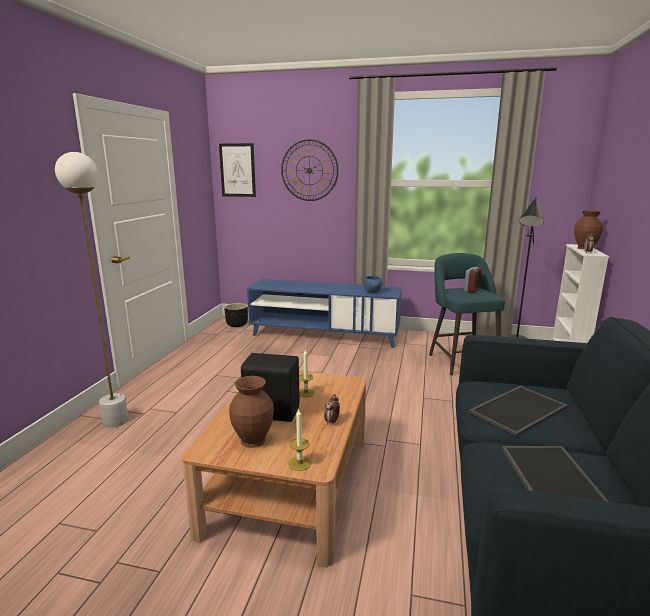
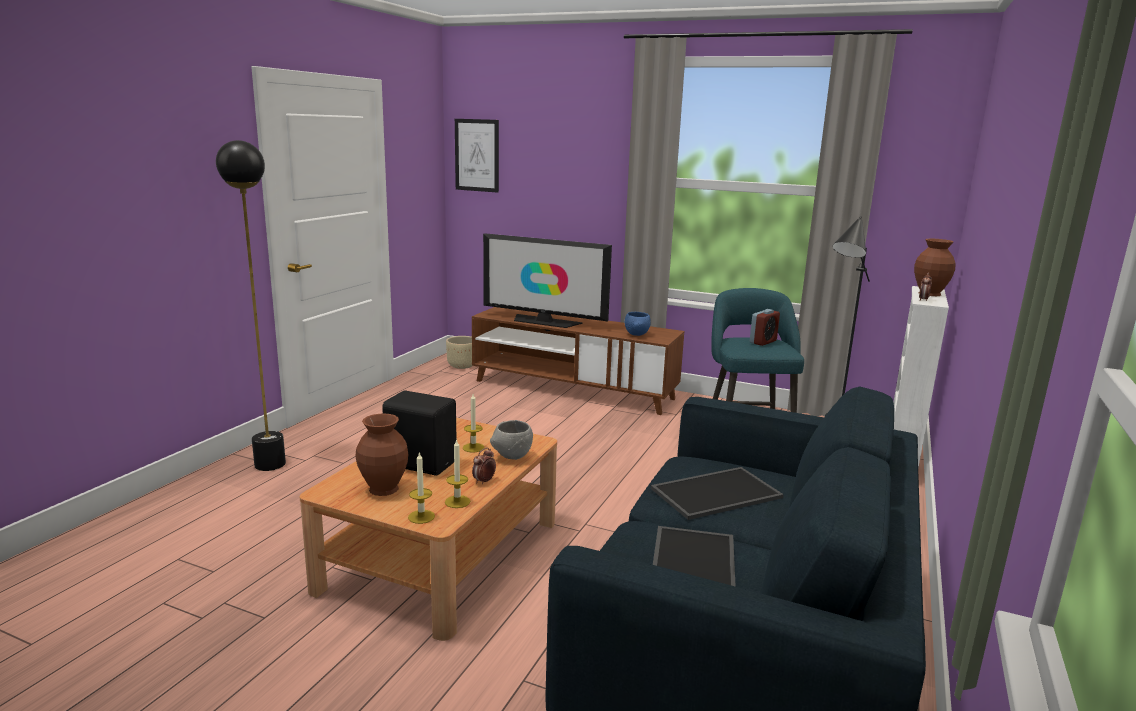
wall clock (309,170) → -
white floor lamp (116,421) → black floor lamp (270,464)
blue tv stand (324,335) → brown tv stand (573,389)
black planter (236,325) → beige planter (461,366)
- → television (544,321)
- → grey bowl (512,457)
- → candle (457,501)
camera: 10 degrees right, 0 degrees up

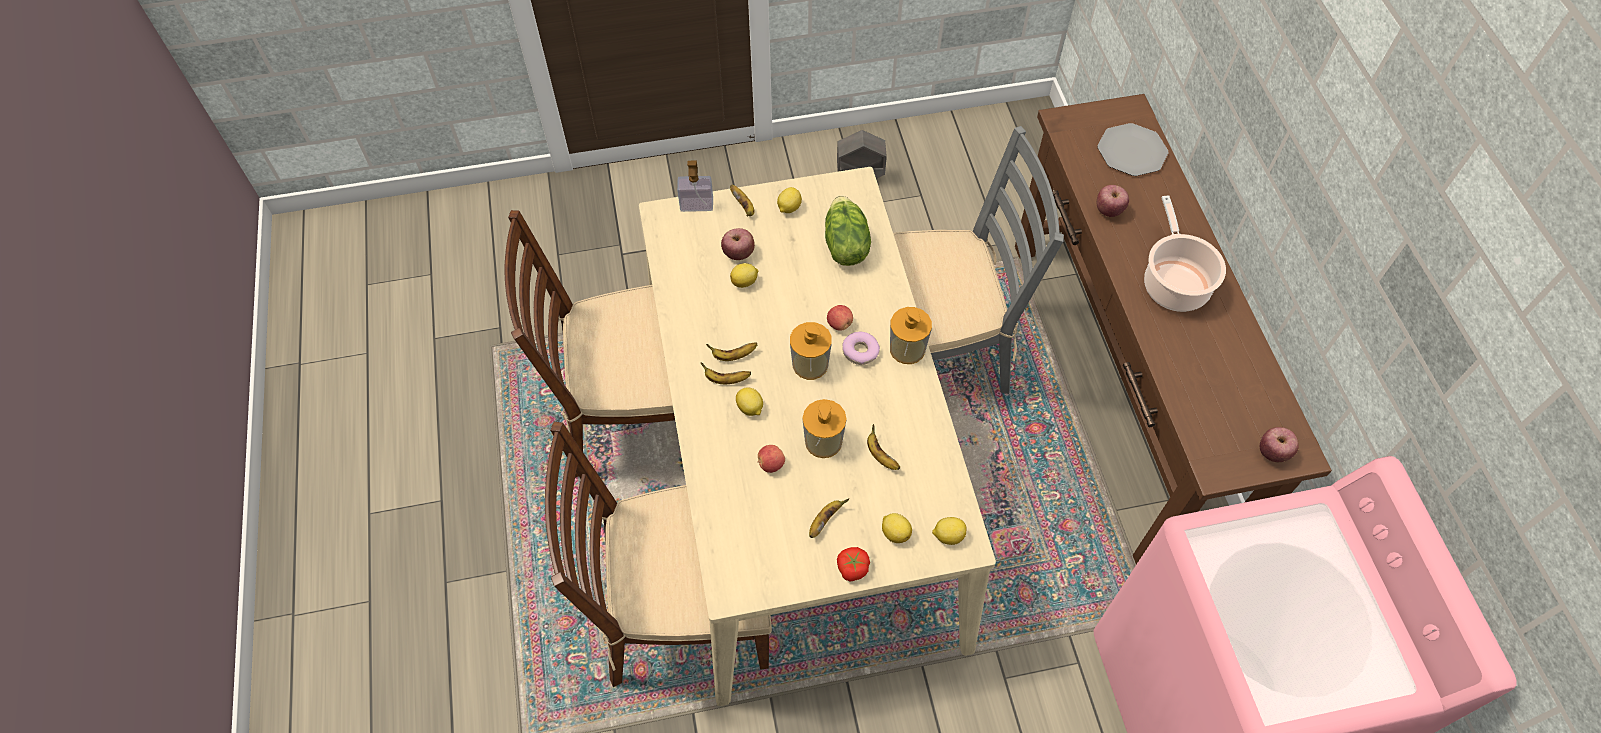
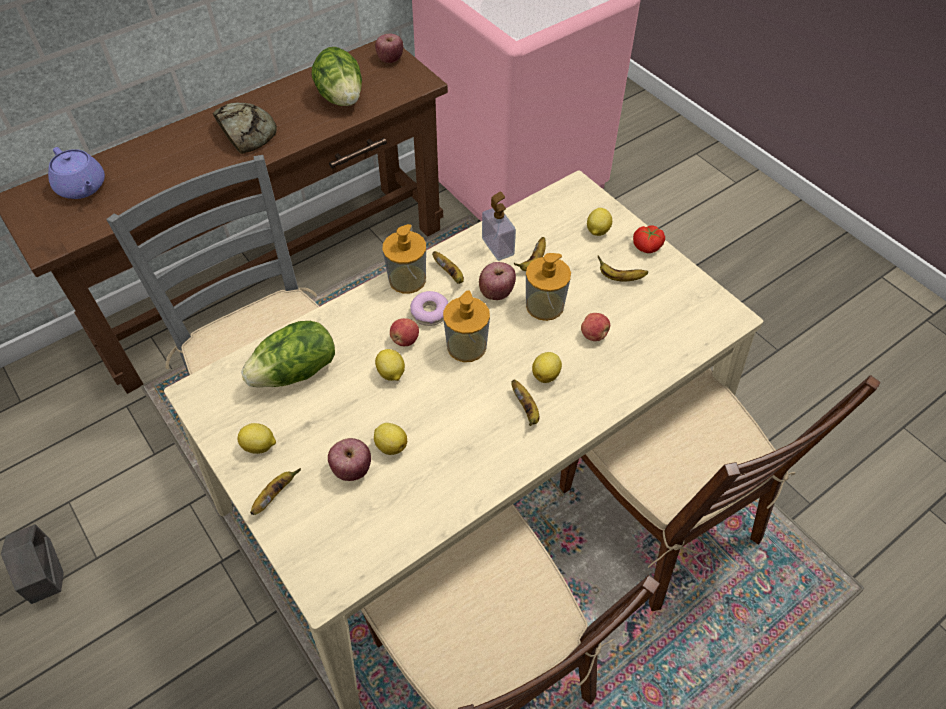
plate (1132,151) → purple teapot (82,187)
soap dispenser (696,205) → soap dispenser (498,247), move
apple (1108,210) → apple (496,292), move
cooking pot (1174,283) → bread (245,132)
banana (733,356) → banana (450,274), move
lemon (948,536) → lemon (391,373), move
- → lettuce (341,98)
camera: 115 degrees left, 5 degrees down

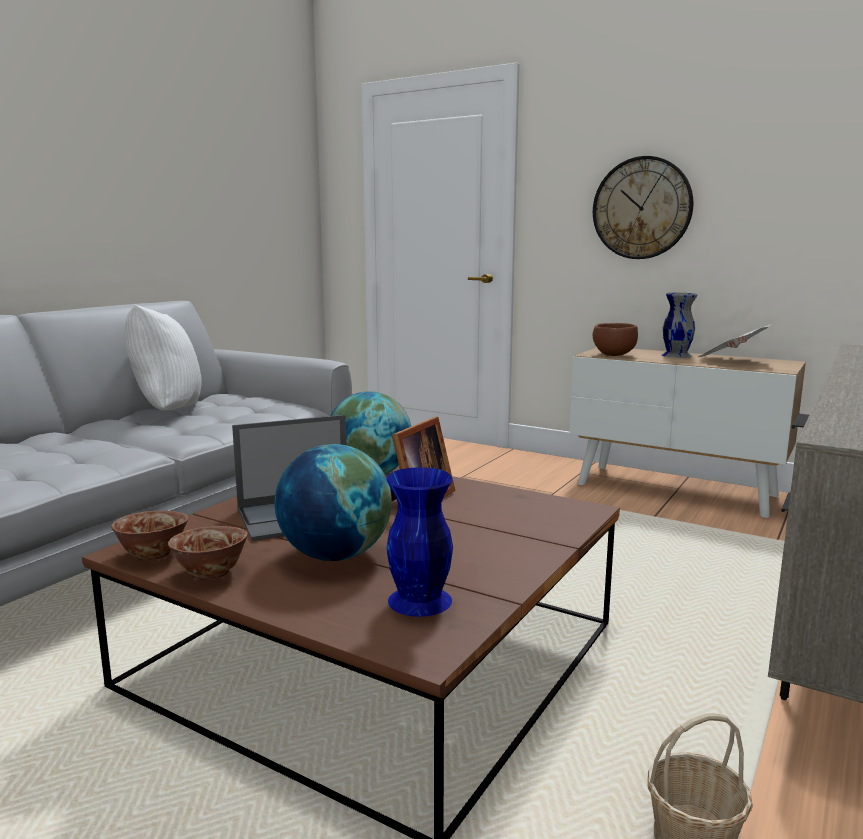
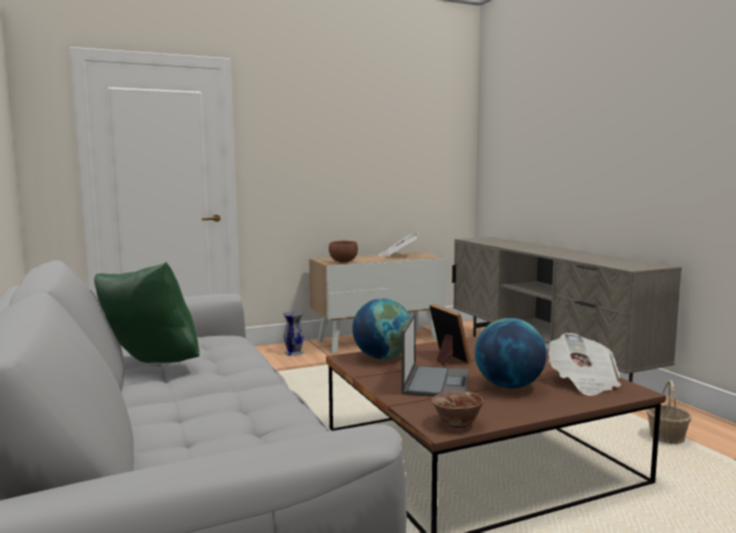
wall clock (642,208) → -
grey vase (676,355) → grey vase (293,352), move
white pillow (166,411) → green pillow (149,366)
blue vase (418,601) → newspaper (582,382)
bowl (210,573) → -
camera: 55 degrees left, 5 degrees down

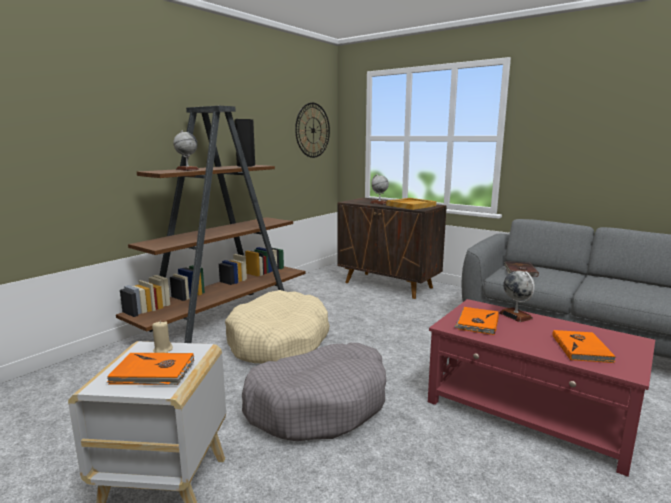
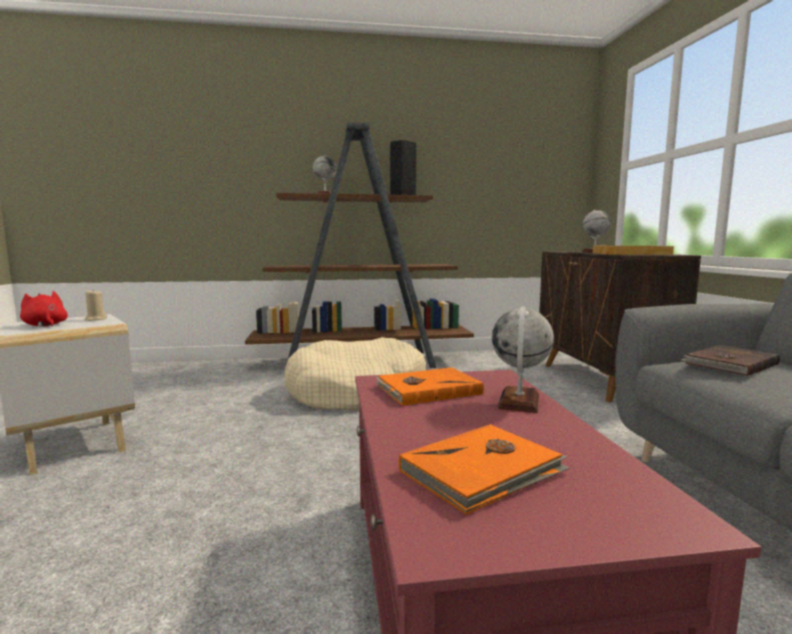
wall clock (313,130) → -
grey dog bed (318,404) → -
orange book (153,372) → red plush toy (45,325)
camera: 45 degrees right, 5 degrees down

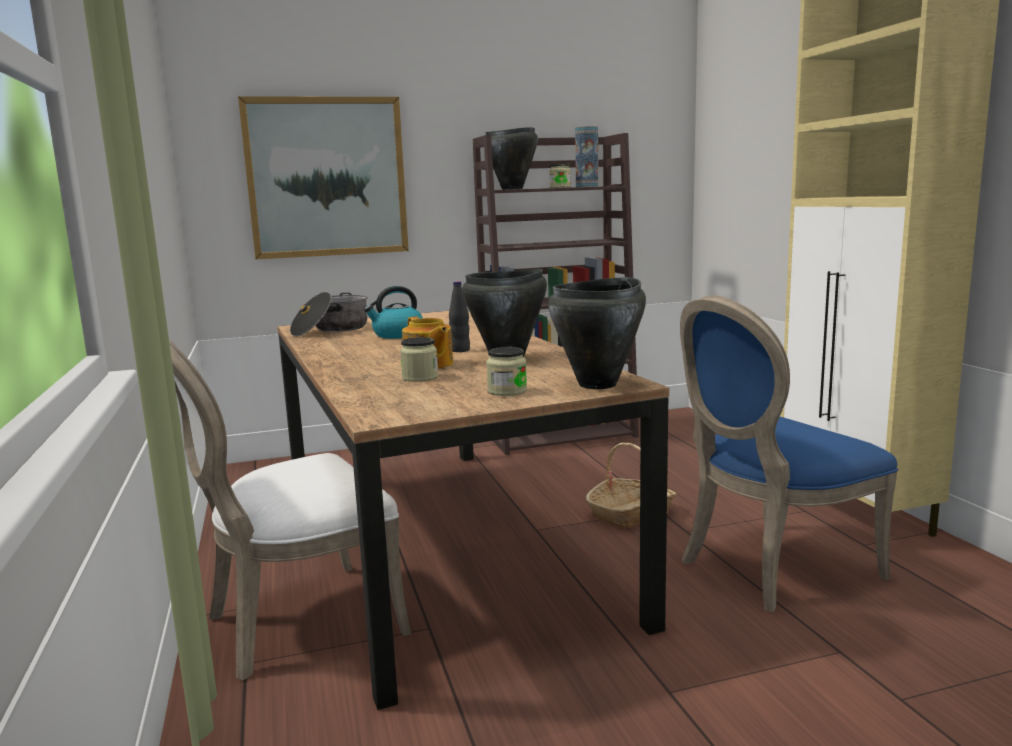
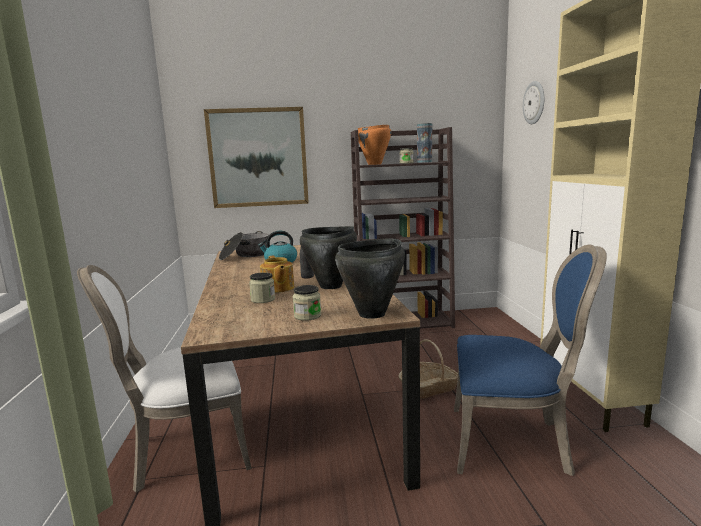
black cooking pot (512,189) → orange cooking pot (374,164)
blue chair (770,568) → blue chair (513,442), 150 degrees counterclockwise
- → wall clock (534,102)
camera: 10 degrees right, 0 degrees up

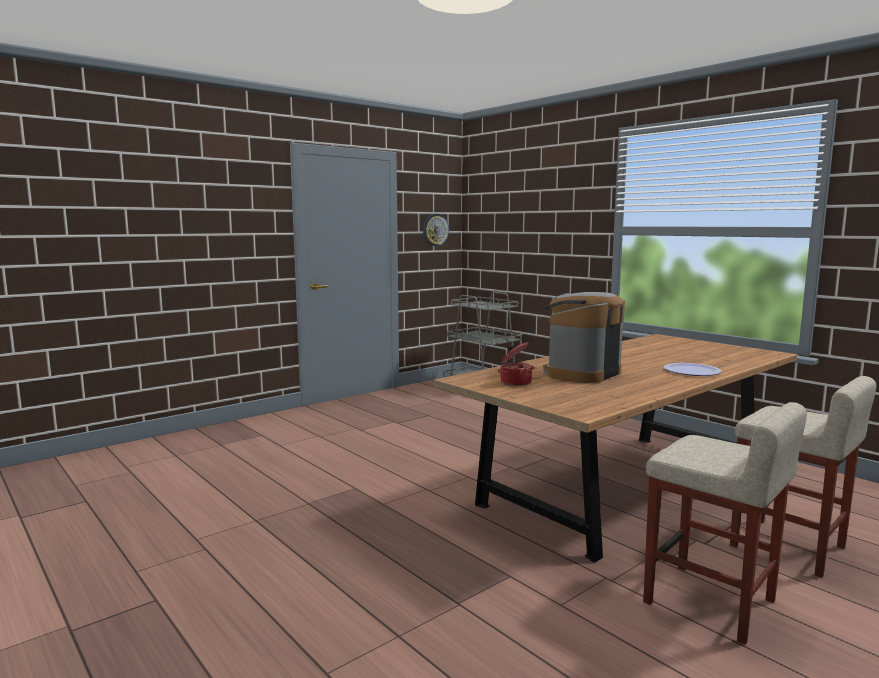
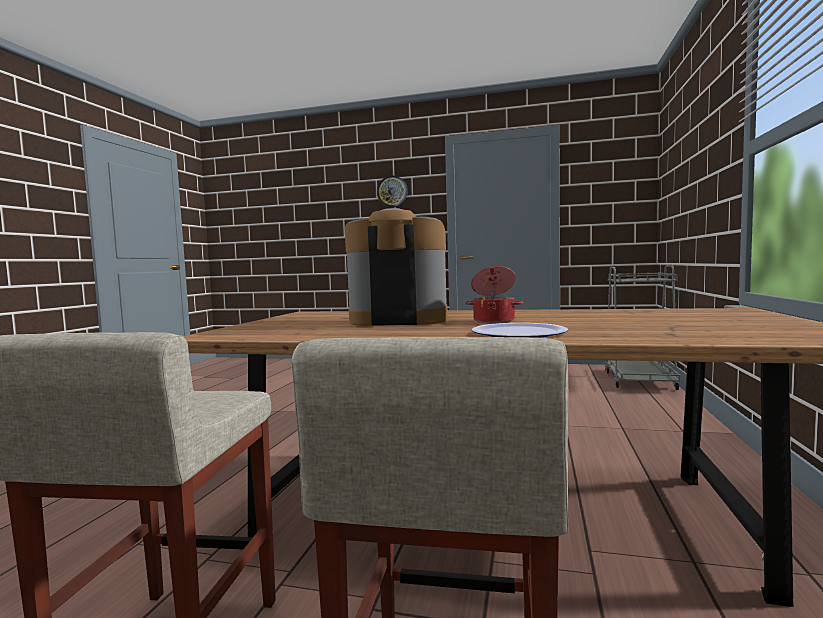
wall clock (435,230) → wall clock (392,191), move
cooking pot (515,382) → cooking pot (494,321), move
camera: 55 degrees right, 5 degrees down

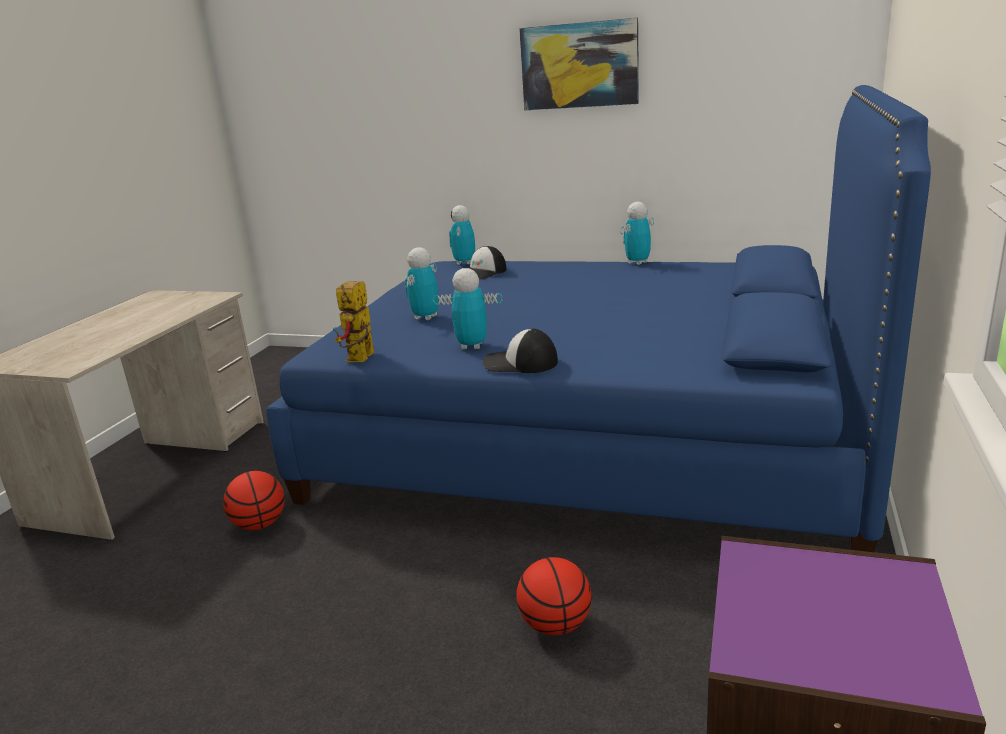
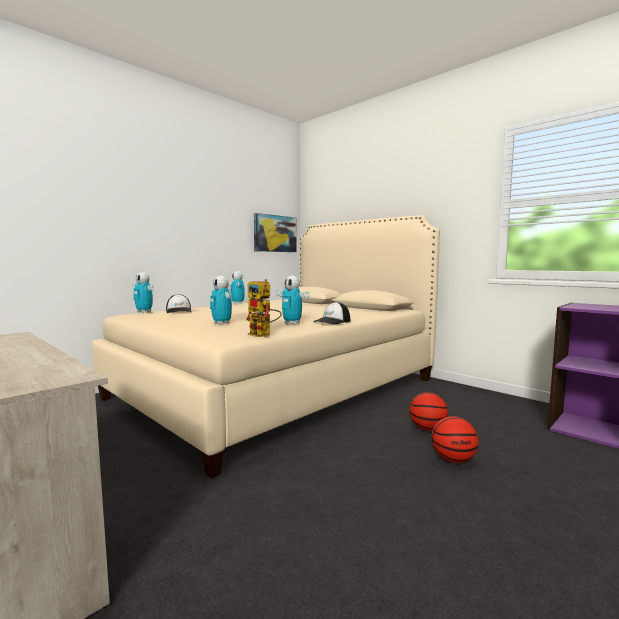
picture (579,65) → picture (275,233), move
blue bed (592,437) → beige bed (277,388)
toy robot (471,346) → toy robot (292,323), 90 degrees counterclockwise
basketball (260,524) → basketball (453,459), move
camera: 65 degrees left, 15 degrees down

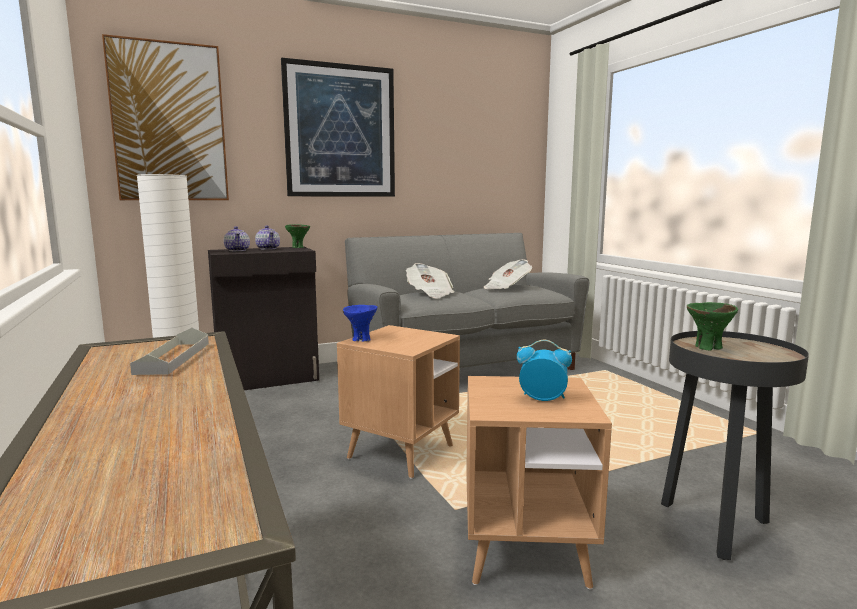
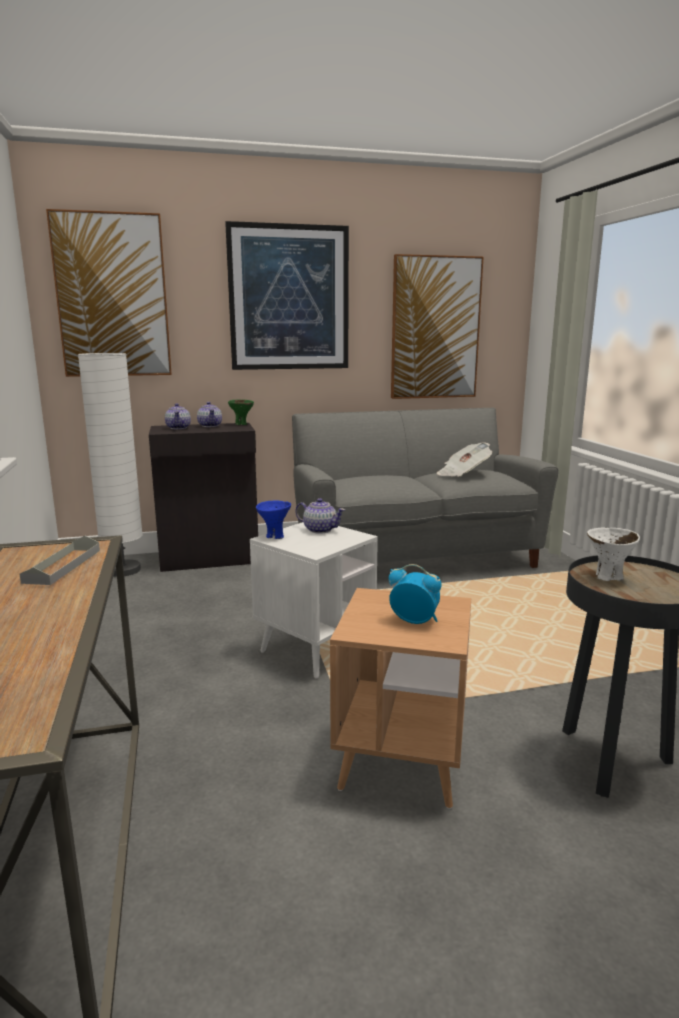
newspaper (430,294) → -
green bowl (708,347) → white bowl (608,577)
brown side table (401,452) → white side table (315,649)
- → picture (435,328)
- → teapot (320,529)
camera: 10 degrees right, 5 degrees up

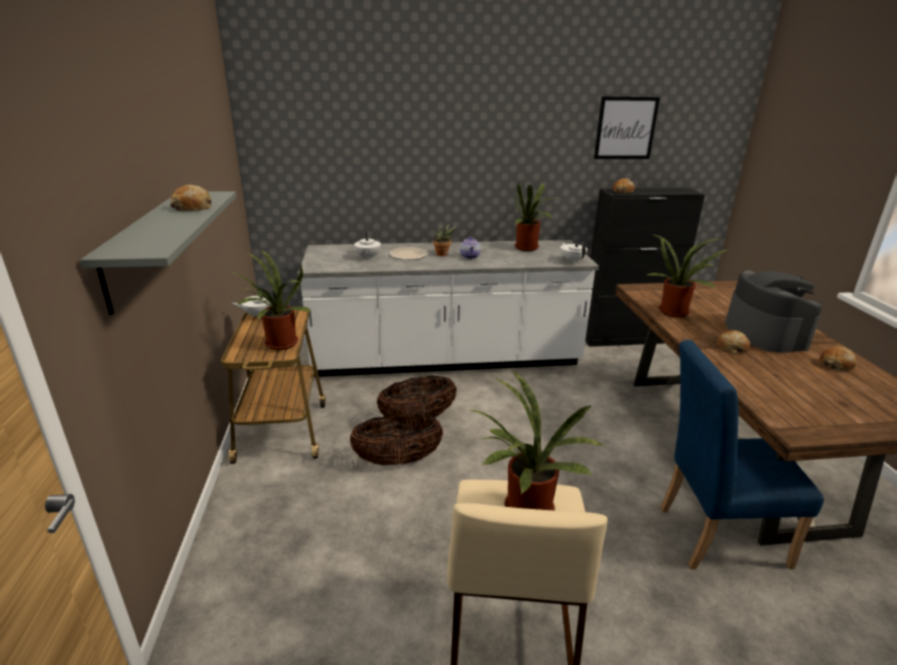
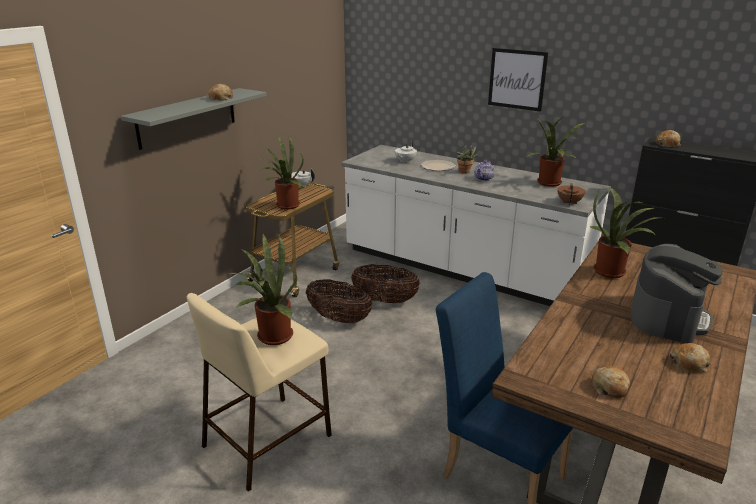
picture (625,128) → picture (517,79), move
white teapot (572,261) → brown teapot (569,203)
bread (732,347) → bread (610,387), move
camera: 40 degrees right, 0 degrees up

